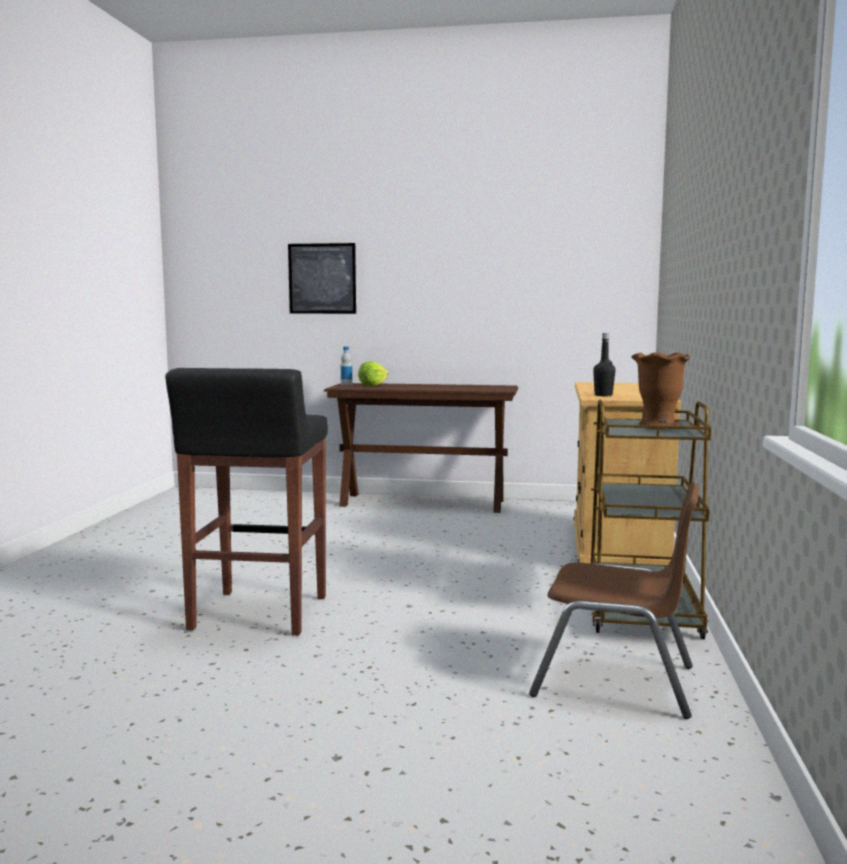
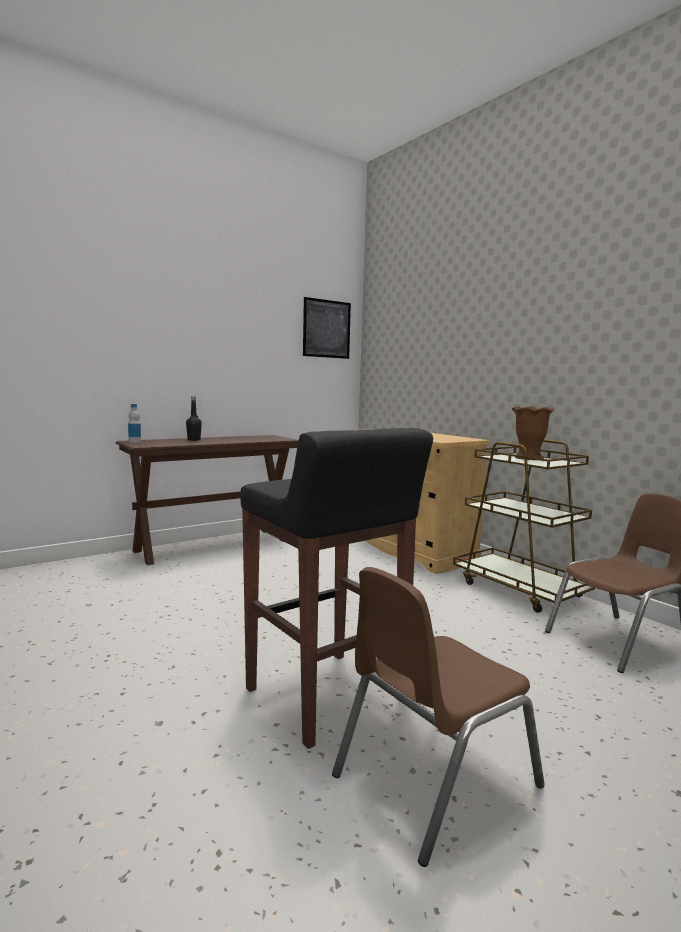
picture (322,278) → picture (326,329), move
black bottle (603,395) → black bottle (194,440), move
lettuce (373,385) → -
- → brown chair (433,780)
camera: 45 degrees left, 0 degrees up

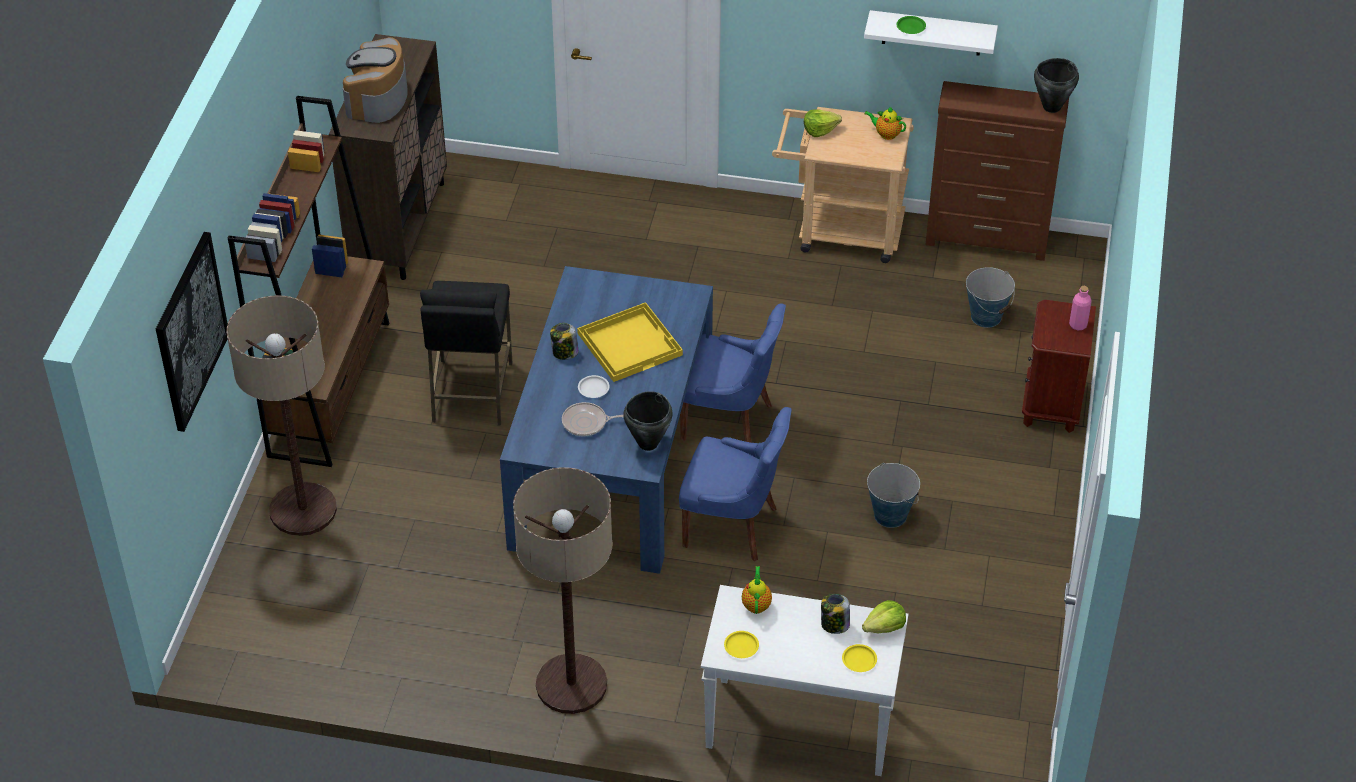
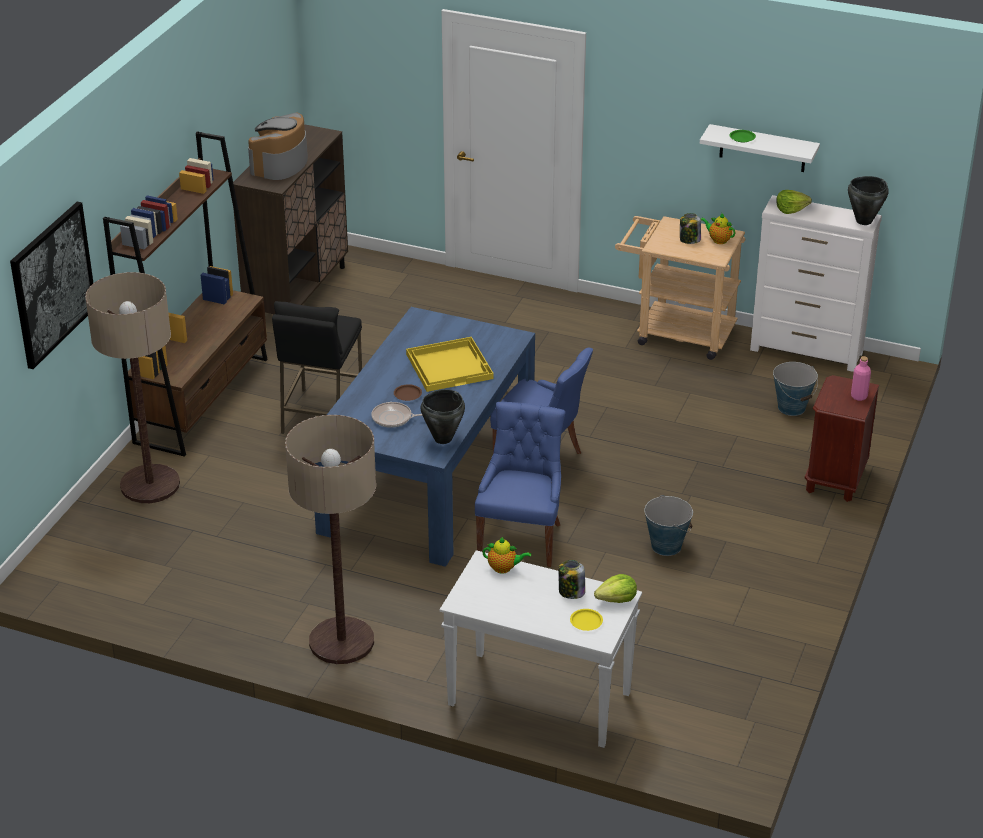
brown dresser (987,240) → white dresser (807,352)
lettuce (820,130) → lettuce (791,209), move
jar (564,352) → jar (689,240), move
white plate (594,388) → brown plate (408,394)
blue chair (733,526) → blue chair (521,538), 105 degrees counterclockwise
teapot (756,604) → teapot (504,568), 90 degrees clockwise
yellow plate (741,646) → -
camera: 10 degrees right, 10 degrees down

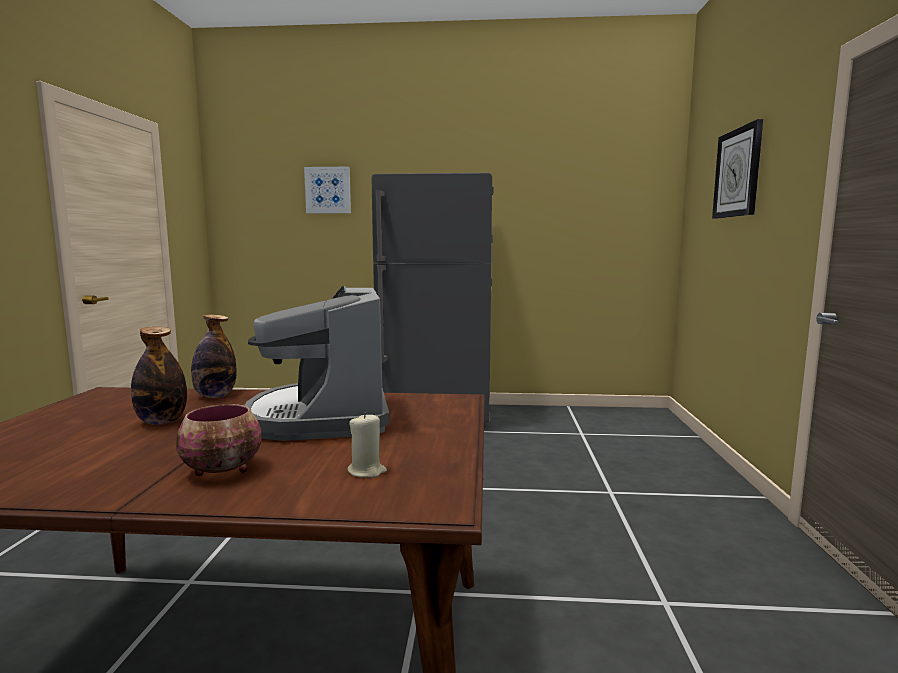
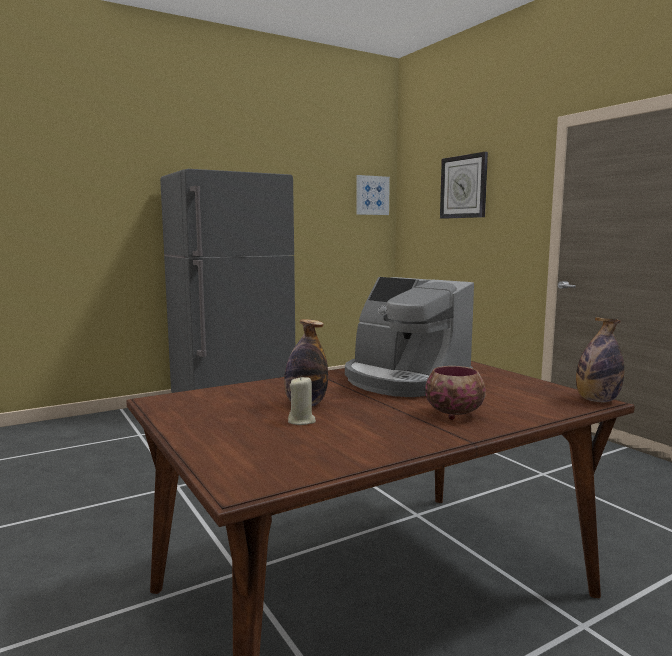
picture (328,190) → picture (372,195), move
bottle (215,396) → bottle (597,400), move
beige candle (367,471) → beige candle (301,421), move
camera: 35 degrees left, 0 degrees up

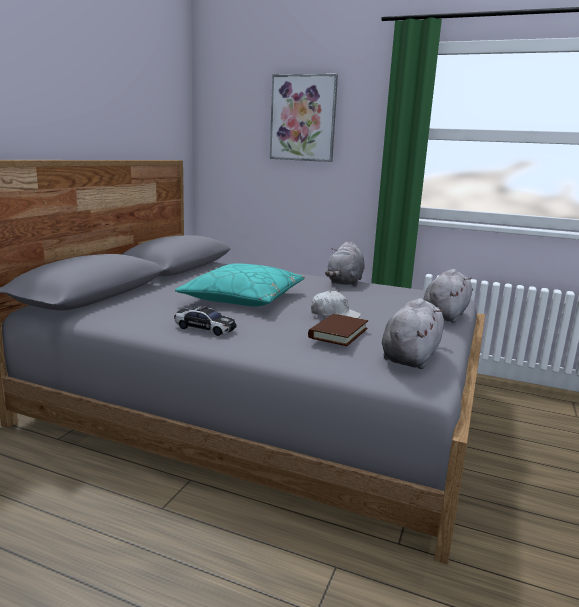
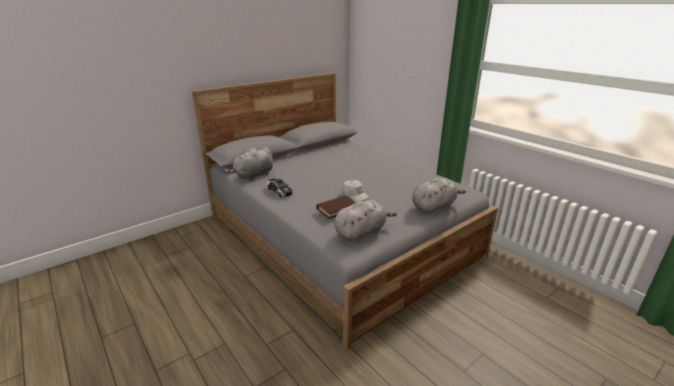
picture (303,118) → -
grey plush toy (345,282) → grey plush toy (253,176), move
turquoise pillow (243,298) → -
camera: 30 degrees right, 10 degrees up

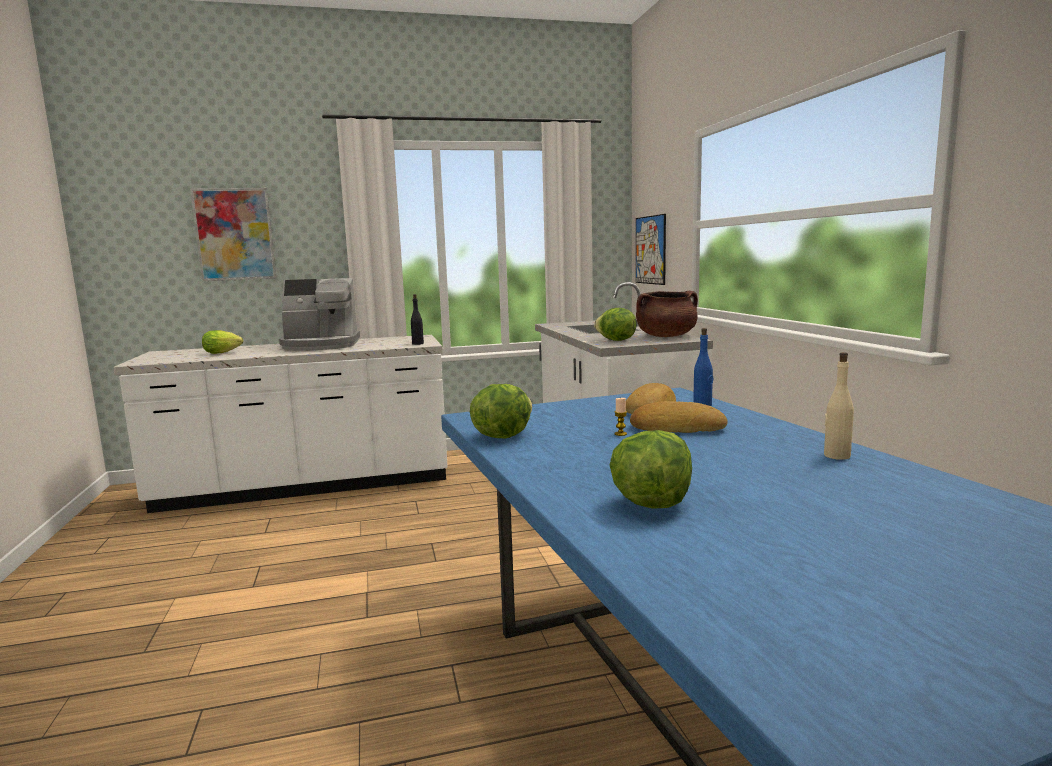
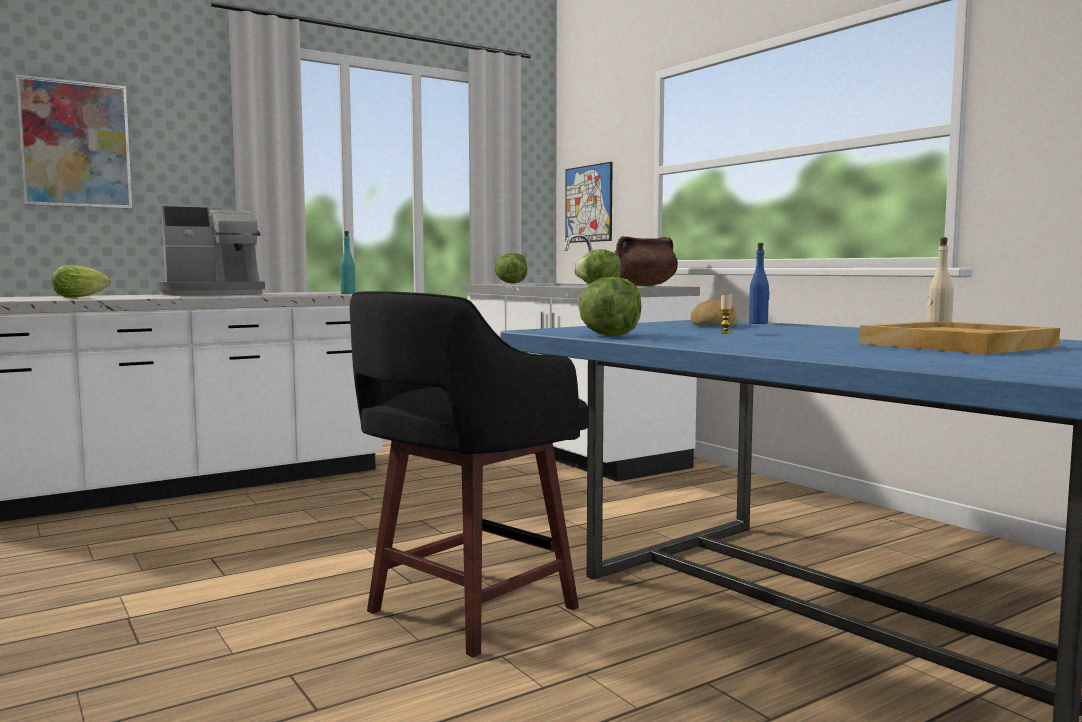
black bottle (418,344) → turquoise bottle (348,293)
bread (676,427) → -
lettuce (651,503) → lettuce (511,283), move
- → black stool (467,612)
- → beige tray (957,345)
camera: 20 degrees left, 5 degrees down

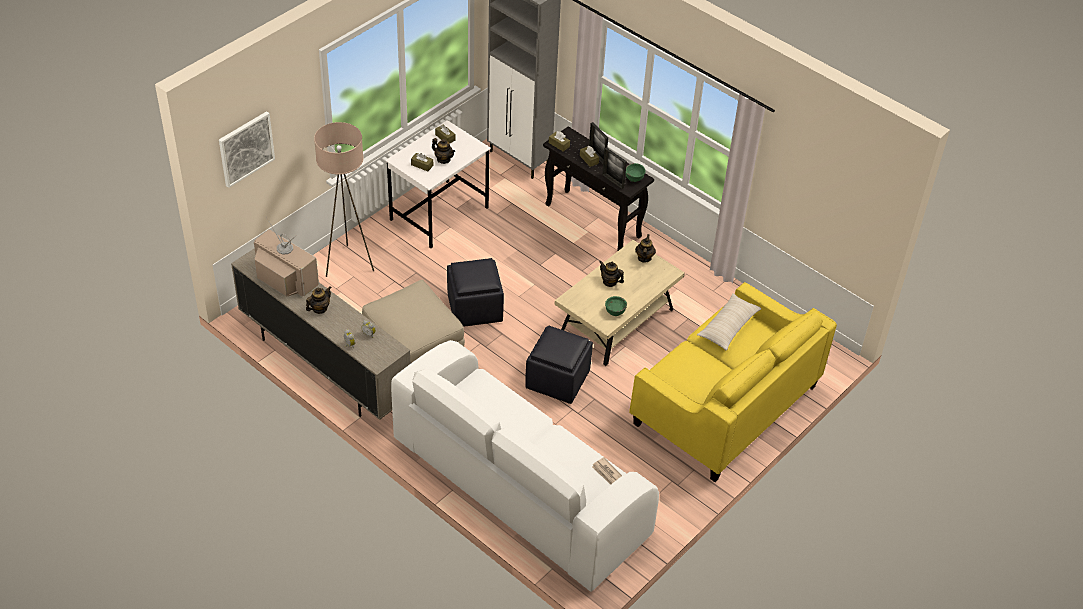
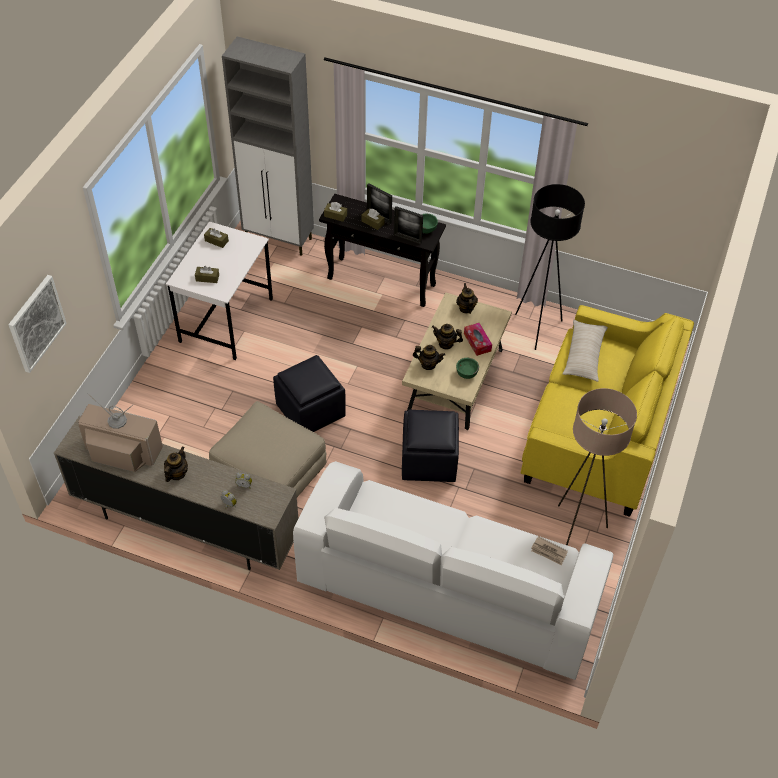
beige floor lamp (348,264) → beige floor lamp (576,529), move
teapot (443,159) → teapot (428,364), move
- → black floor lamp (537,328)
- → tissue box (477,342)
camera: 20 degrees left, 5 degrees up

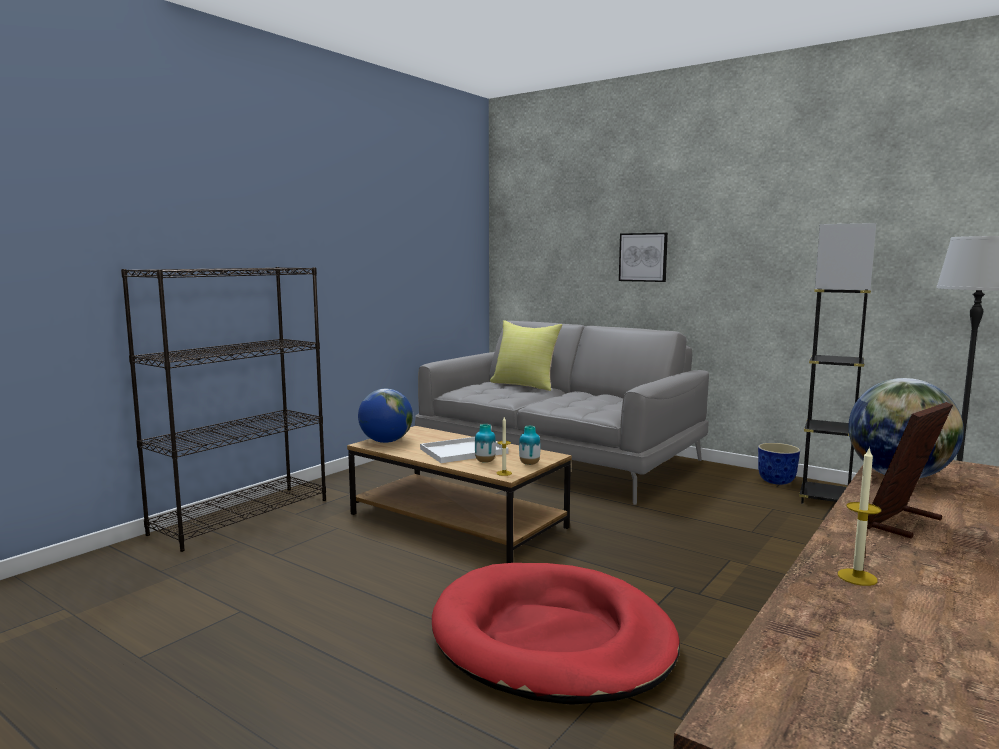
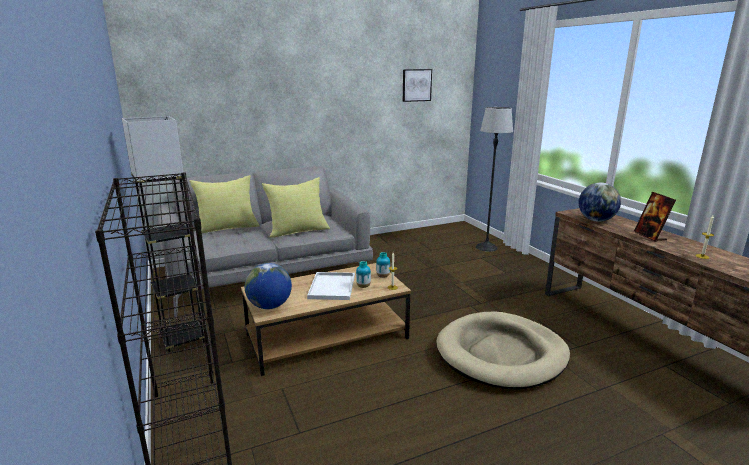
grey floor lamp (825,500) → grey floor lamp (183,339), move
picture (643,257) → picture (416,85), move
planter (777,481) → -
red dog bed (552,639) → beige dog bed (501,354)
- → yellow pillow (298,231)
camera: 60 degrees left, 10 degrees up

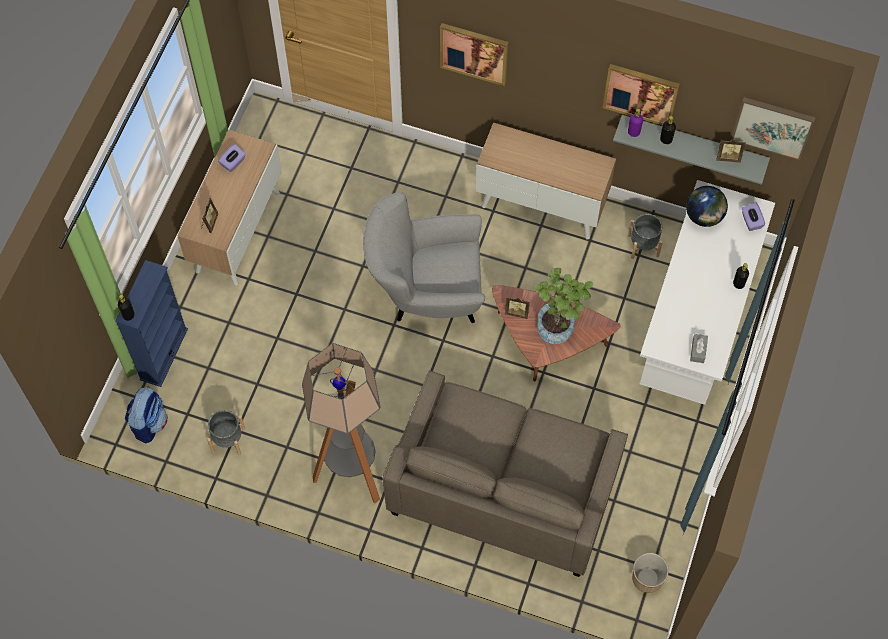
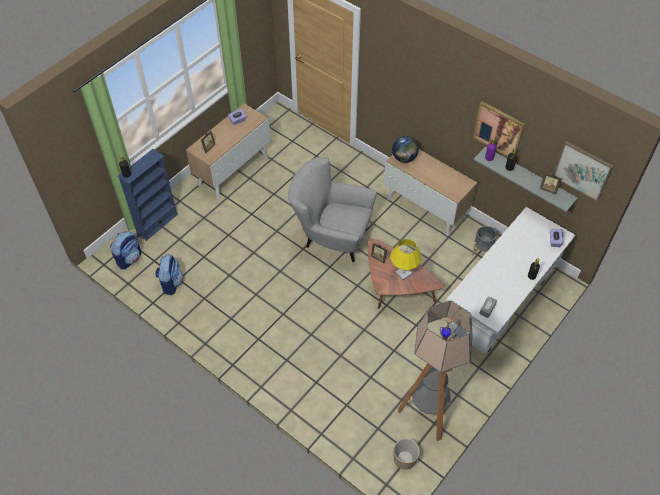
picture (474,53) → -
globe (704,216) → globe (404,158), move
potted plant (559,324) → yellow table lamp (403,273)
floor lamp (352,472) → floor lamp (427,414), move
beige sofa (503,490) → -
grey planter (228,440) → backpack (171,283)
camera: 20 degrees right, 10 degrees down

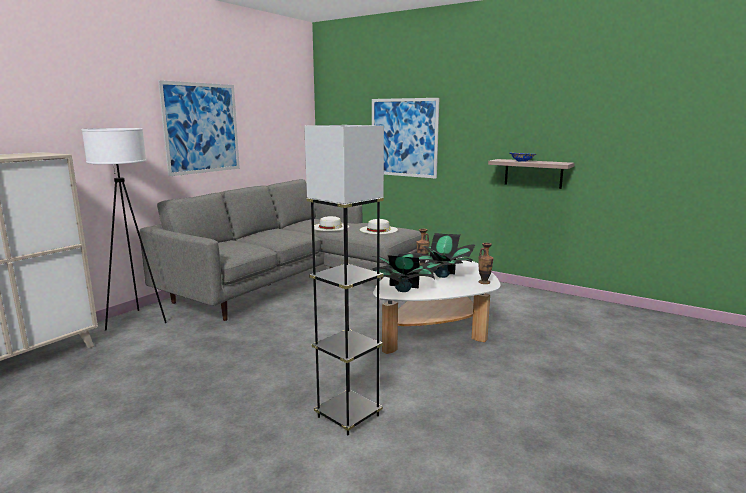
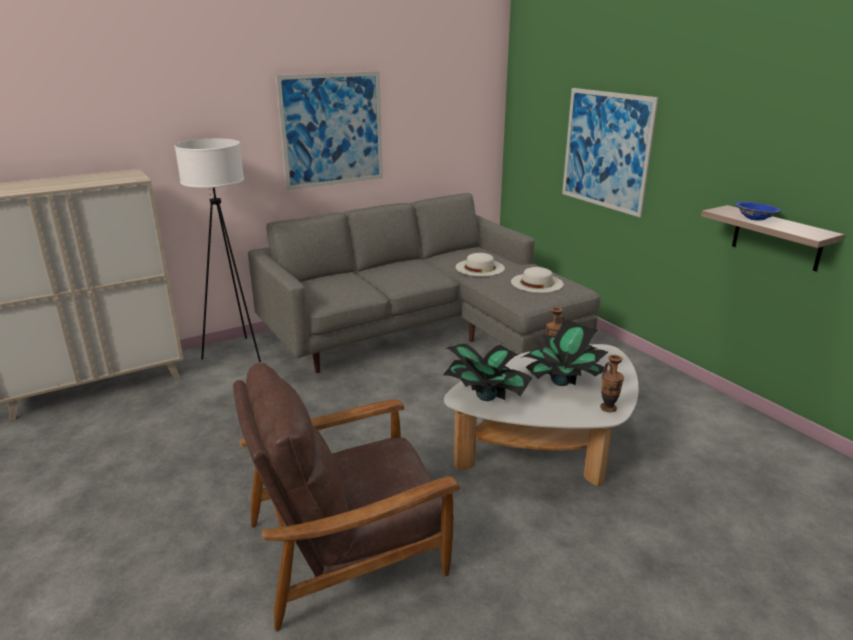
grey floor lamp (348,416) → brown armchair (349,547)
camera: 25 degrees right, 10 degrees up

